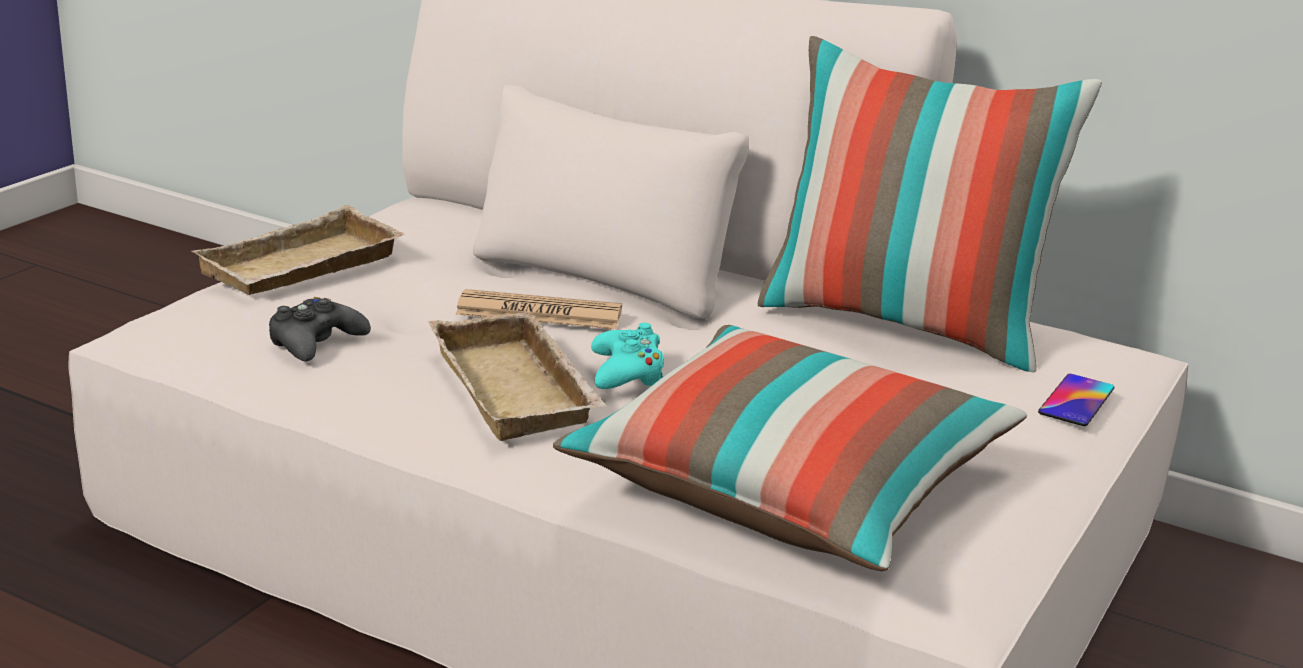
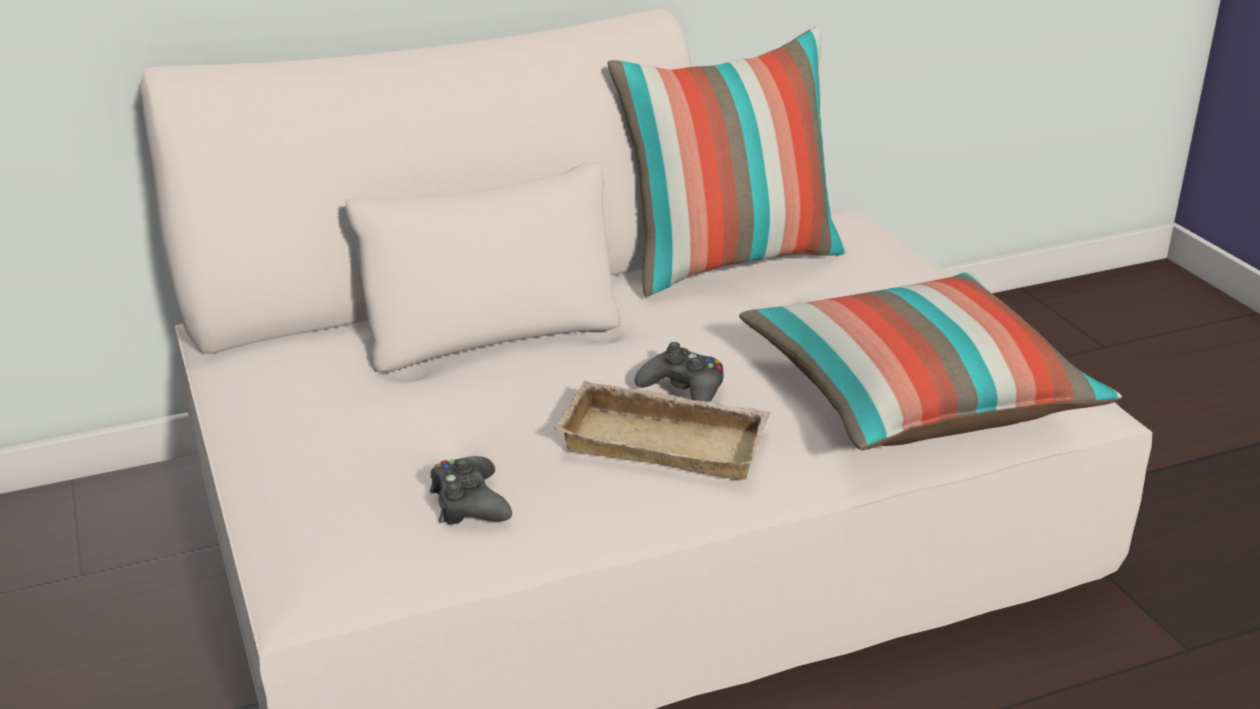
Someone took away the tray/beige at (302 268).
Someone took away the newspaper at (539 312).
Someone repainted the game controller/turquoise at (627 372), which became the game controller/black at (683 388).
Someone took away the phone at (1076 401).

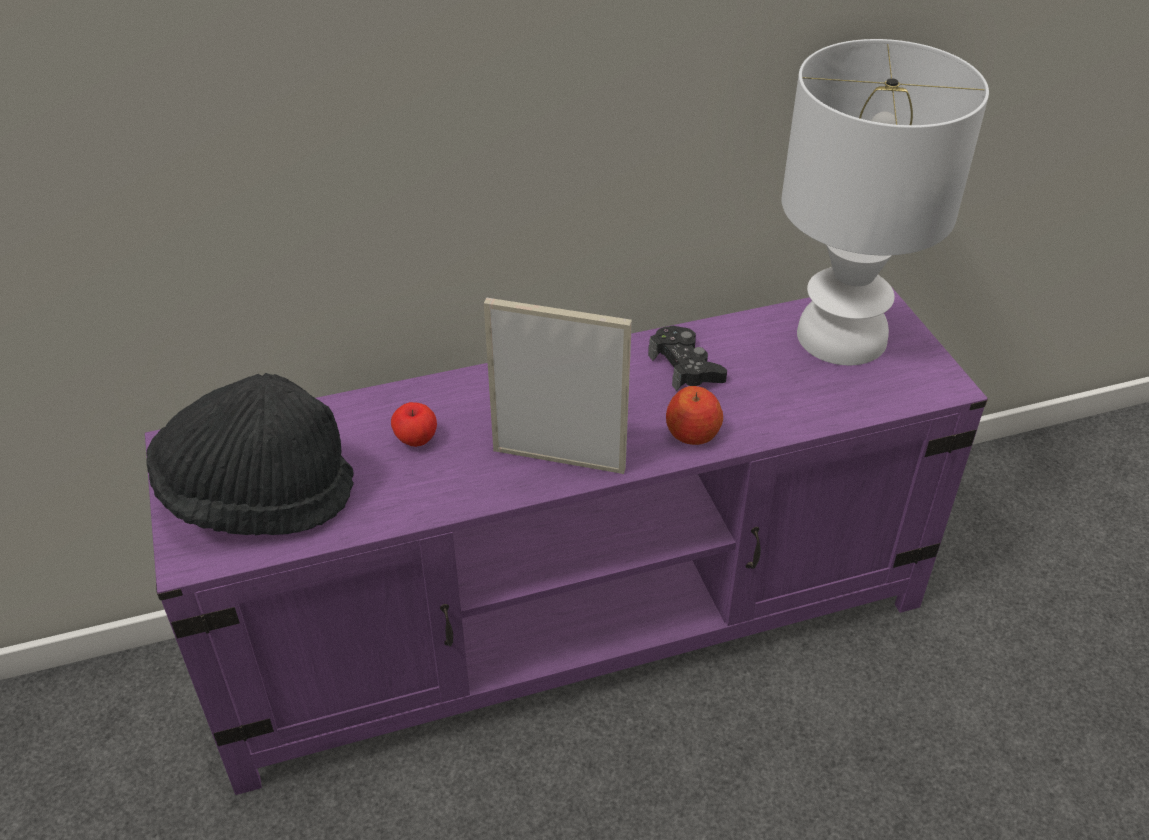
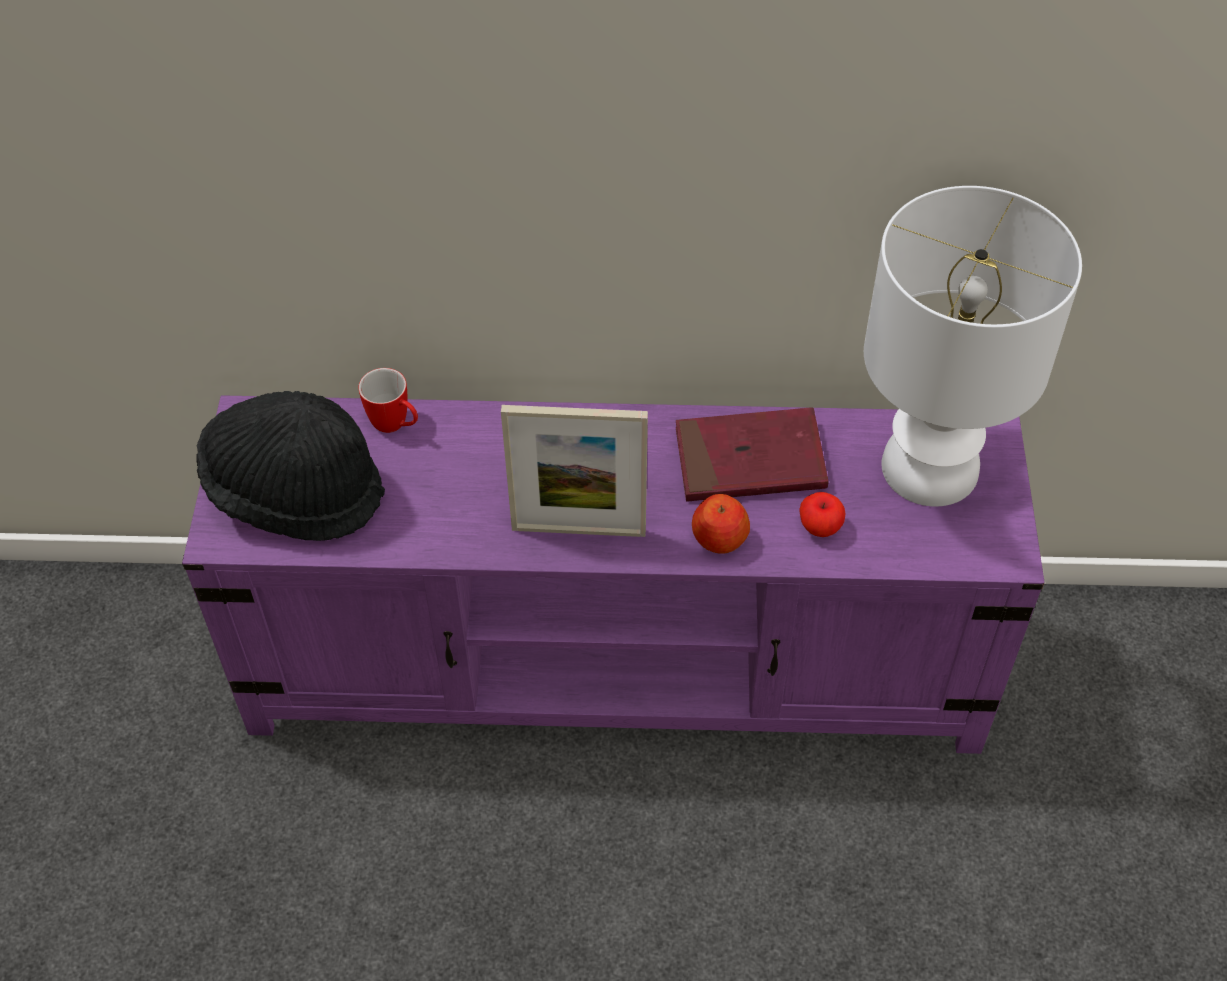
Someone carried the apple from (416 440) to (820 527).
Someone rotated the picture frame at (559 459) by 150 degrees clockwise.
Someone swapped the game controller/black at (686 367) for the book/red at (750 460).
Someone put down the mug at (396 426).

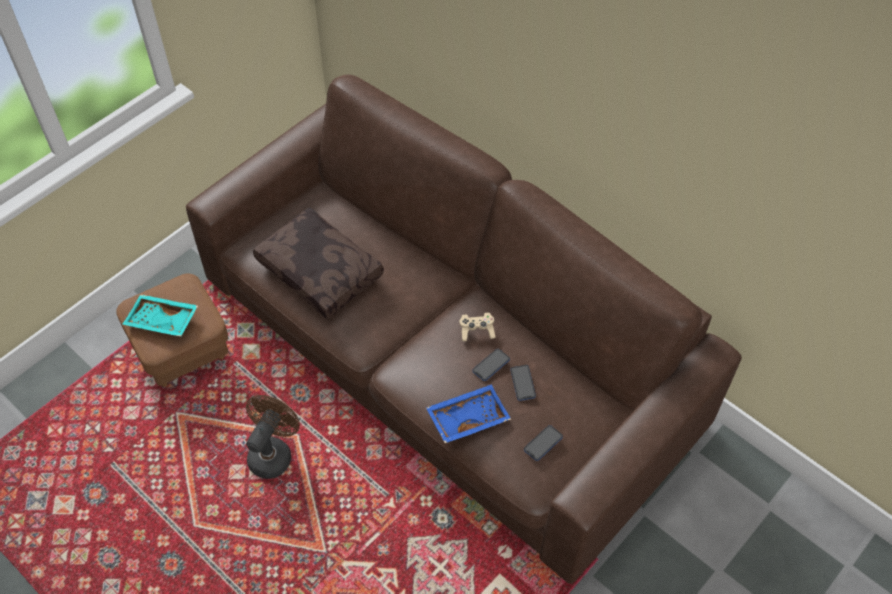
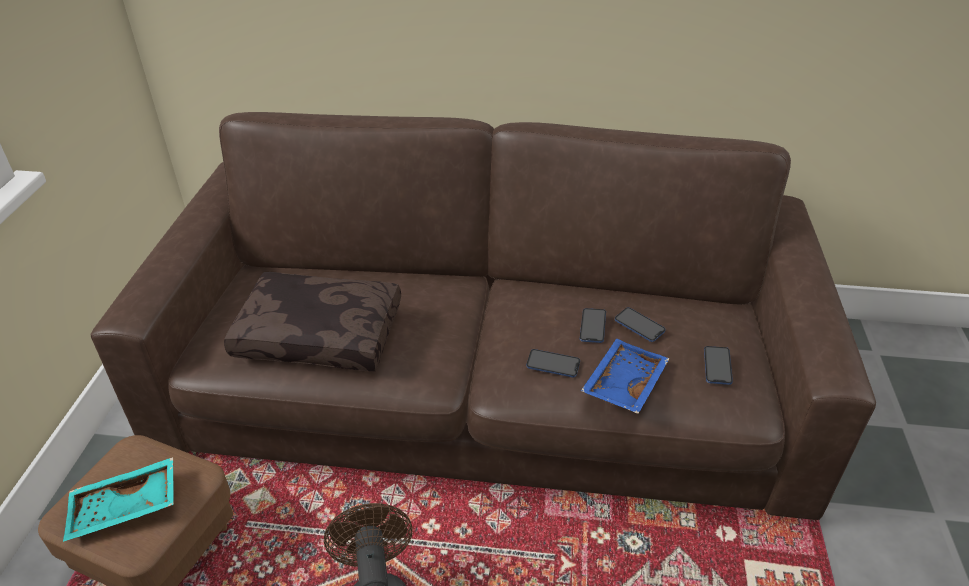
Someone took away the game controller/beige at (477 331).
Someone put down the phone at (553 364).

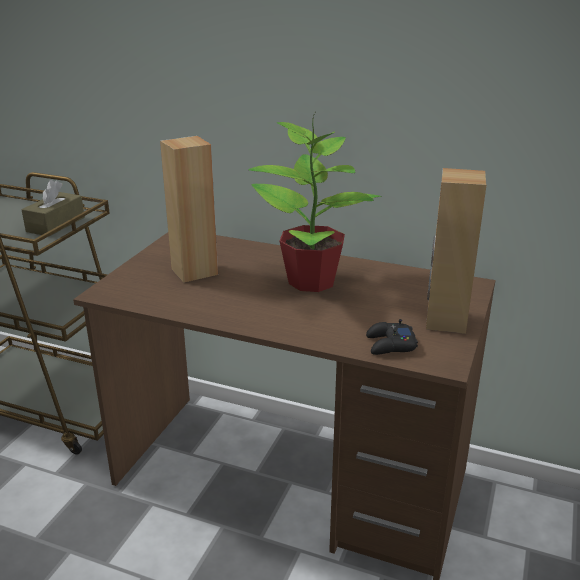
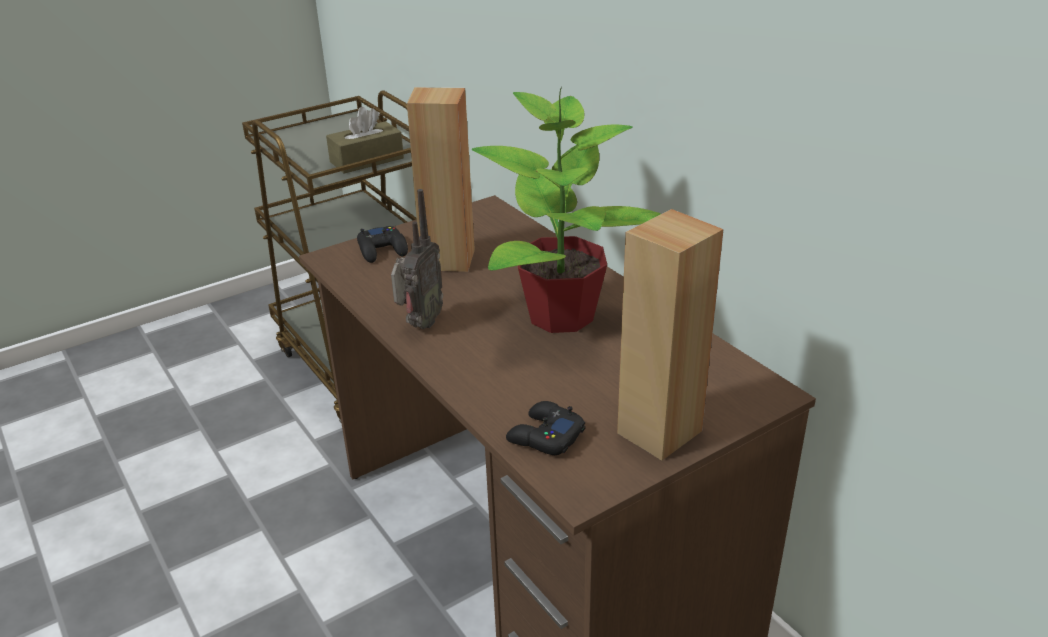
Someone put down the game controller/black at (383 250).
Someone put down the radio at (419 324).

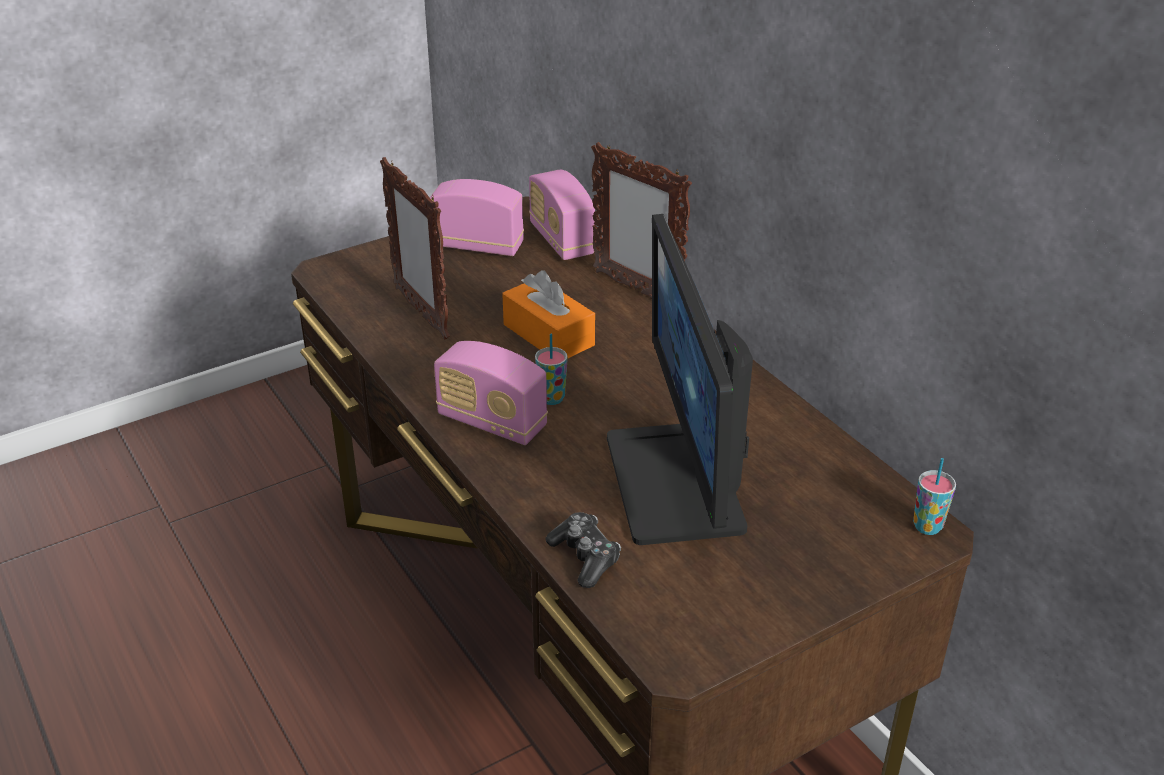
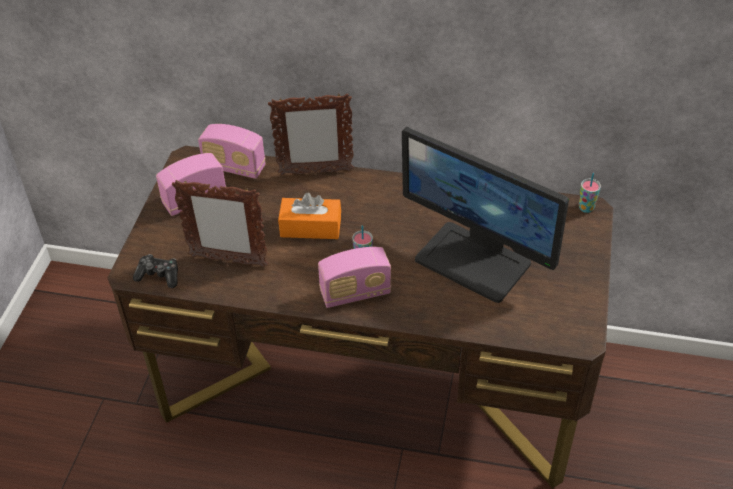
Someone carried the game controller from (585 557) to (159 275).

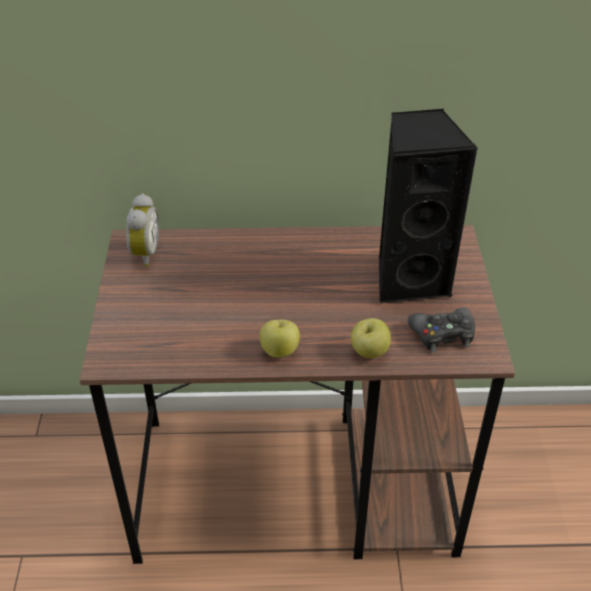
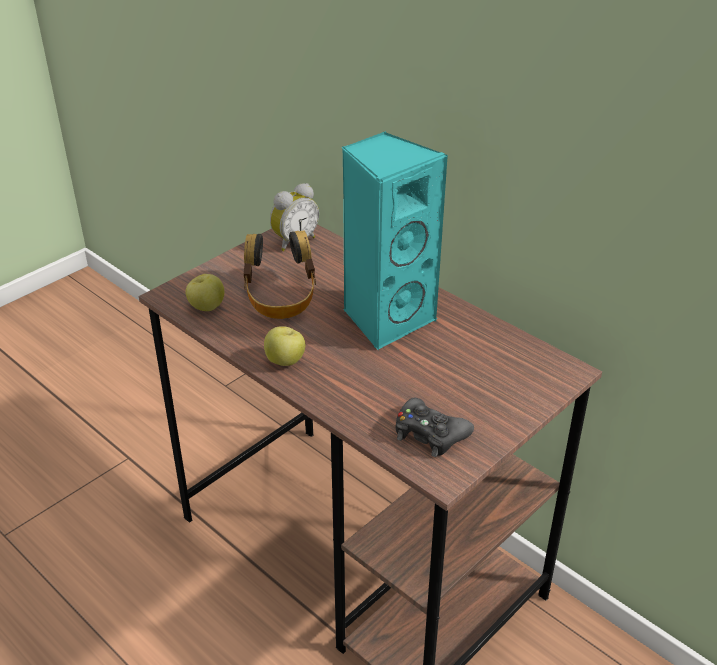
Someone carried the apple from (369 352) to (206 307).
Someone took away the speaker/black at (409 279).
Someone put down the headphones at (280 297).
Someone put down the speaker/turquoise at (386 318).

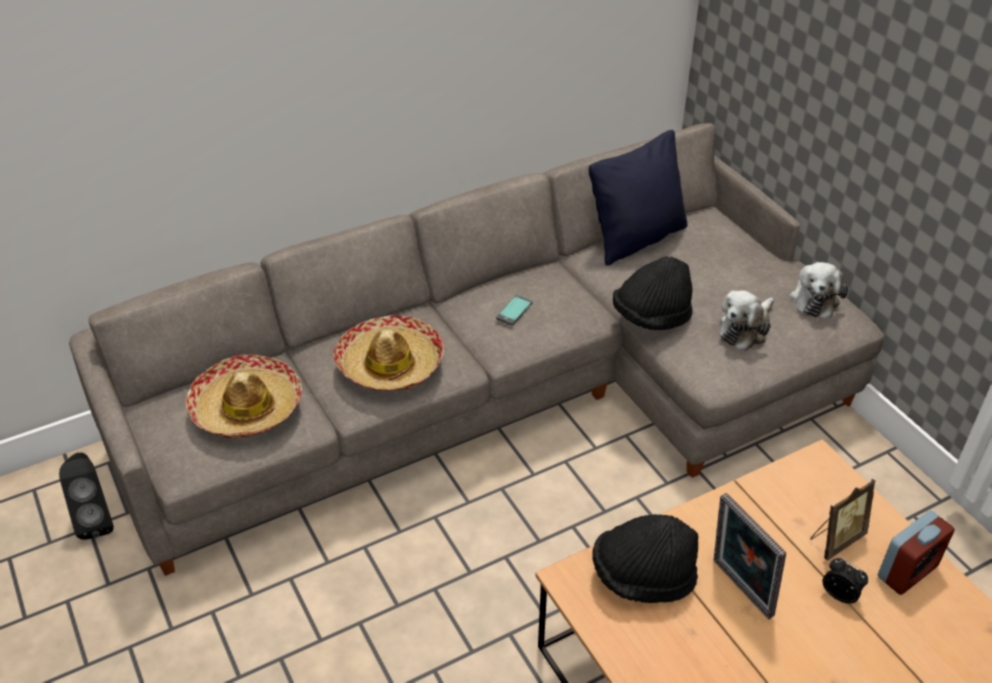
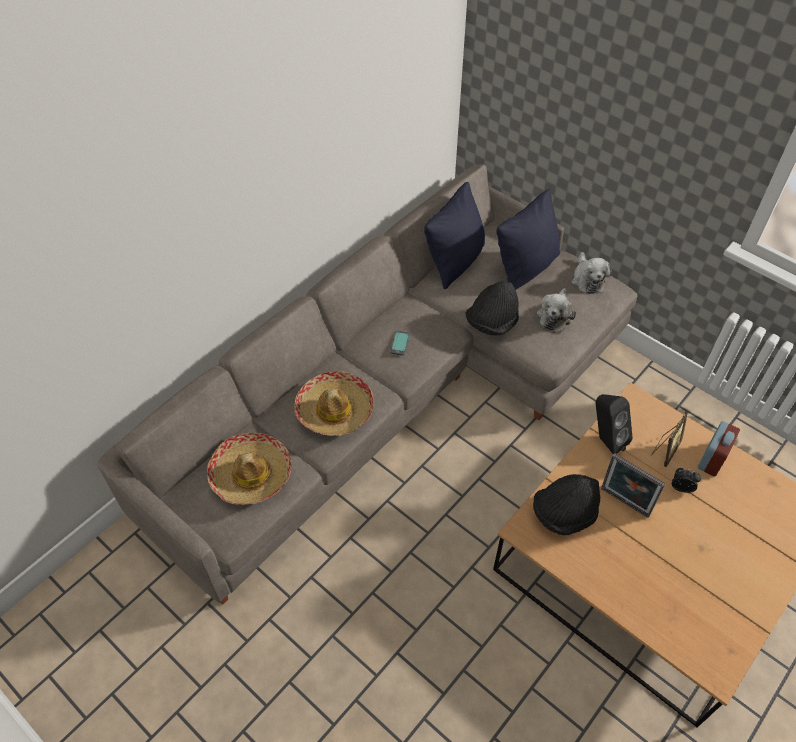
Someone carried the speaker/black from (97 520) to (605 439).
Someone put down the pillow/black at (526 268).

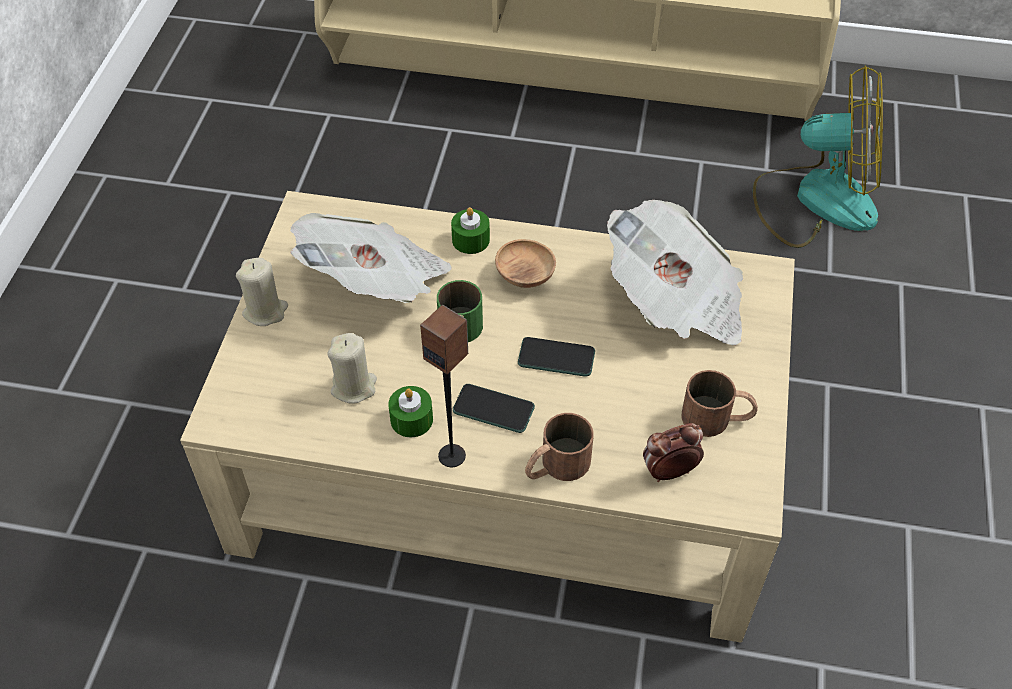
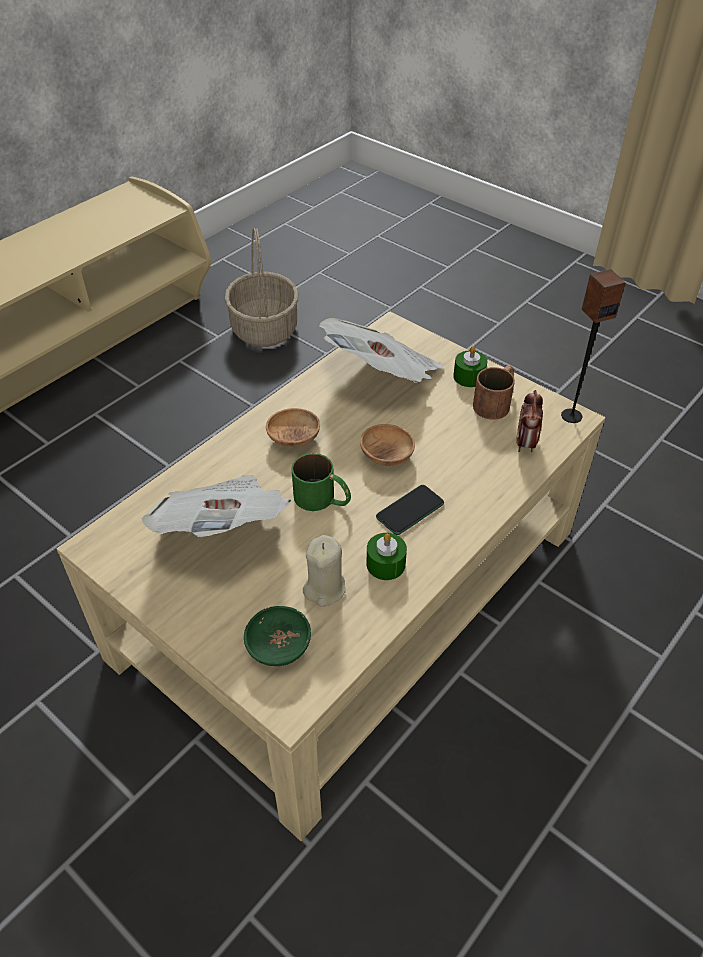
Someone took away the candle/beige at (265 311).
Someone carried the speaker from (452 455) to (571 415).
Someone carried the candle/green from (470 240) to (469 376).
Someone swapped the phone at (556 358) for the bowl/brown at (386 456).
Someone took away the mug/brown at (556 466).
Someone swapped the fan at (815 199) for the basket at (264 329).
Someone put down the bowl/green at (278 647).

